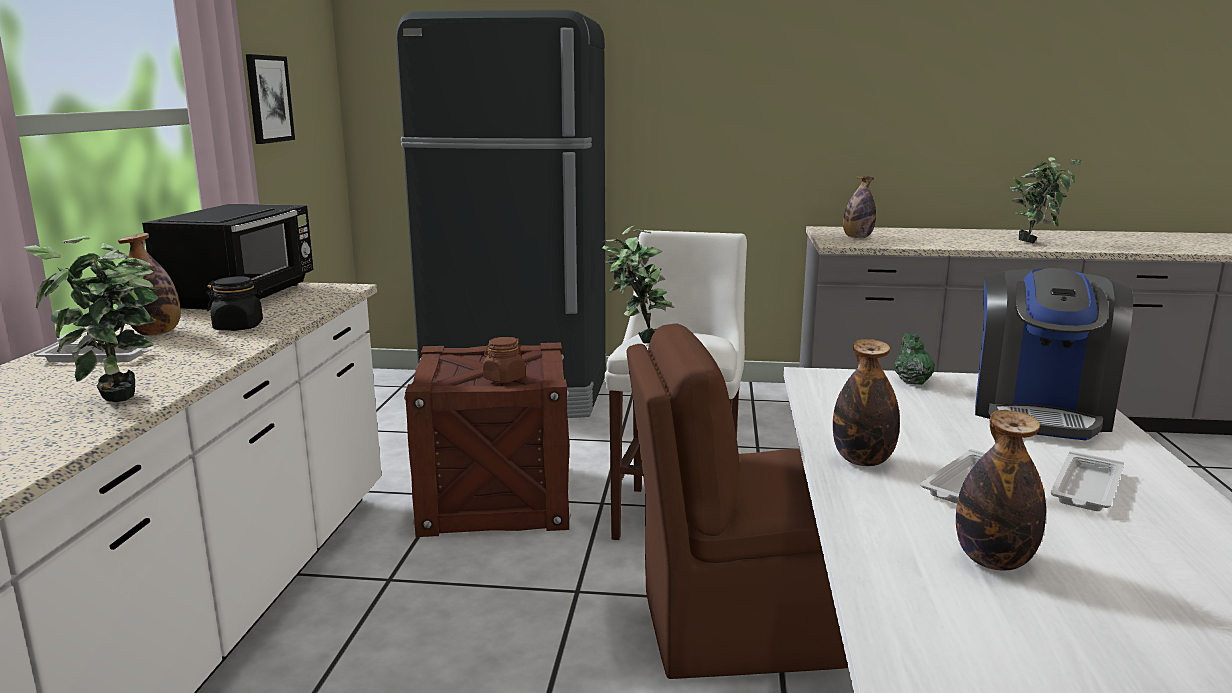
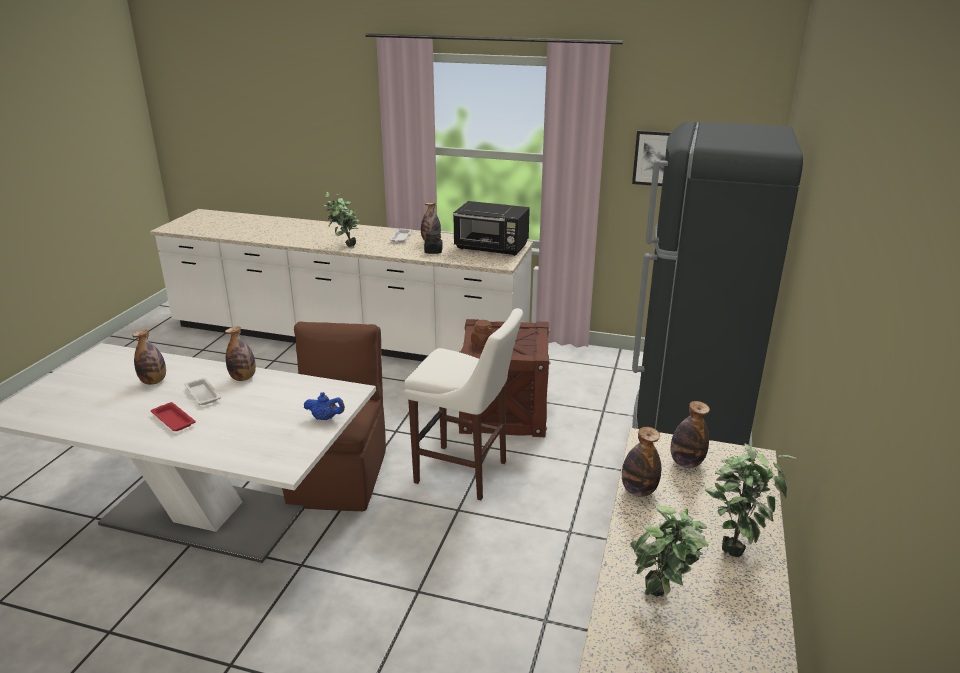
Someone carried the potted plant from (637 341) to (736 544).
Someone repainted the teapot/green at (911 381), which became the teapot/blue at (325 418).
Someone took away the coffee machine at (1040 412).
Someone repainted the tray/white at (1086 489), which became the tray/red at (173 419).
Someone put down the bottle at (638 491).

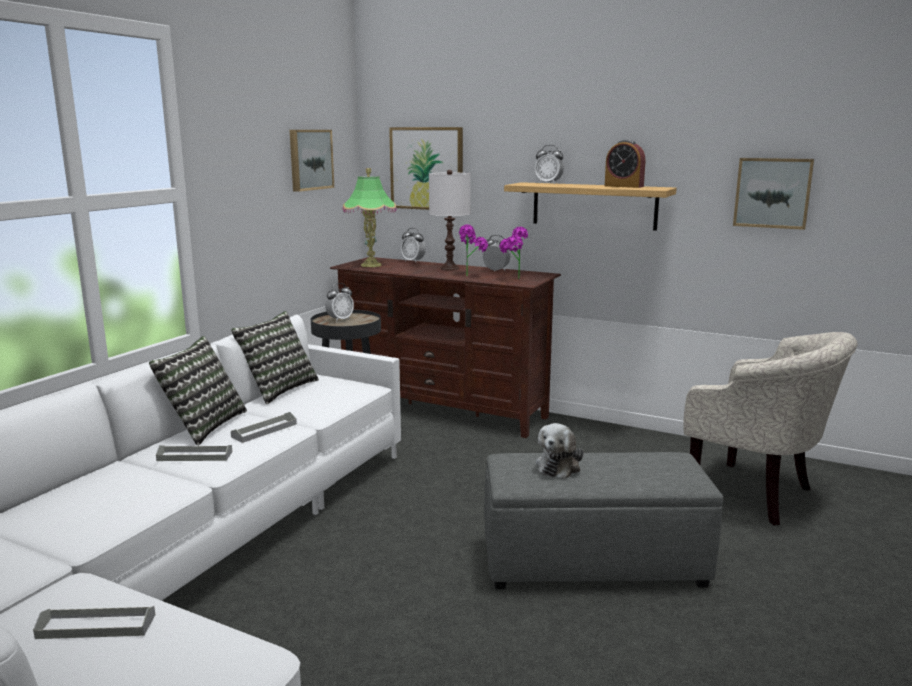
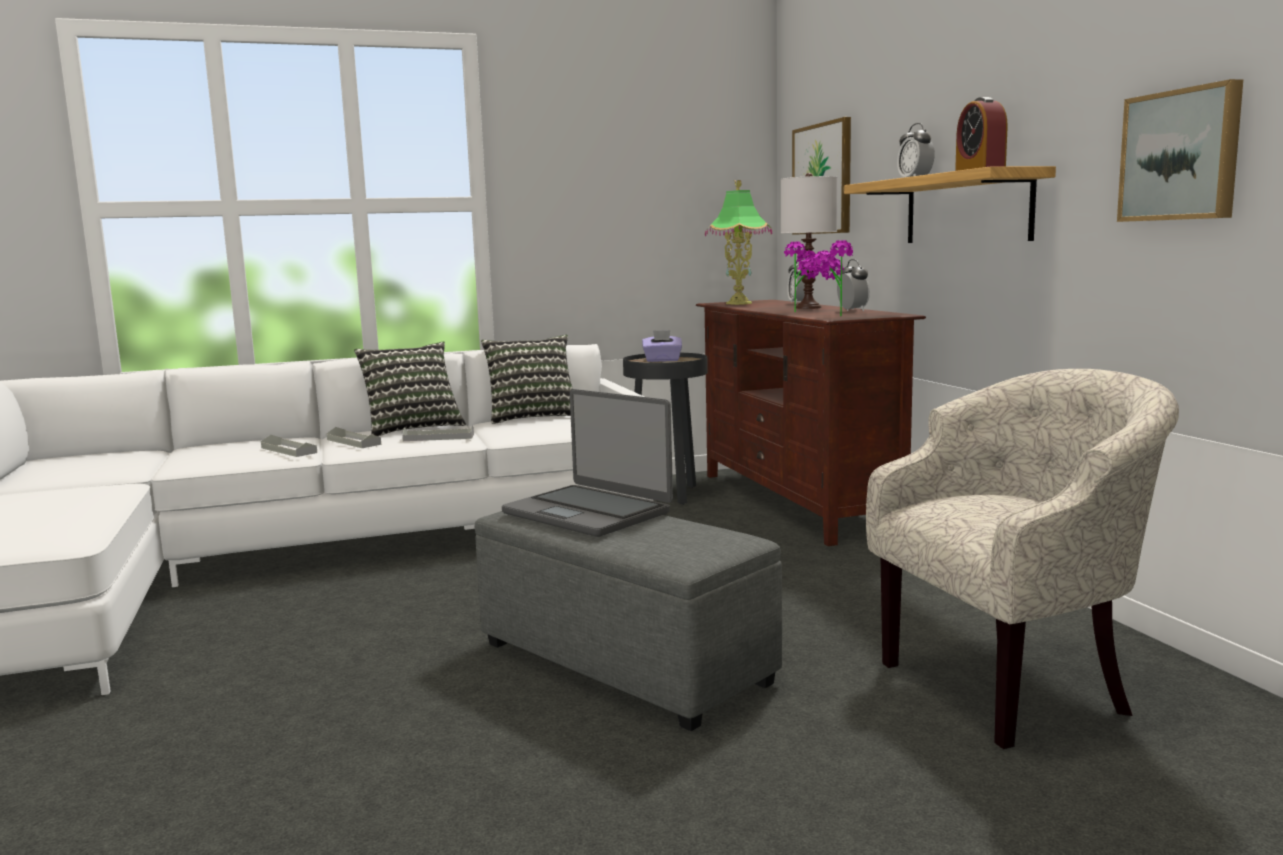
Someone carried the tray/grey from (96 626) to (289 450).
Someone took away the picture at (309 159).
Someone swapped the alarm clock at (340 320) for the tissue box/purple at (662 360).
Someone swapped the plush toy at (559 466) for the laptop at (588 512).
Someone rotated the armchair/beige at (757 495) by 105 degrees counterclockwise.

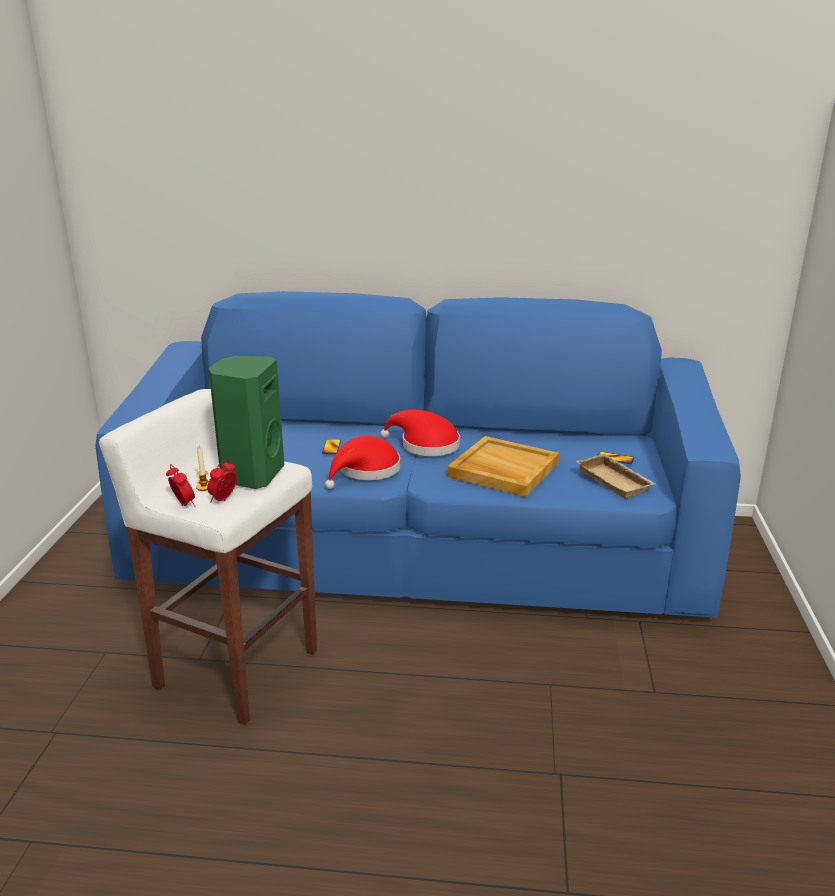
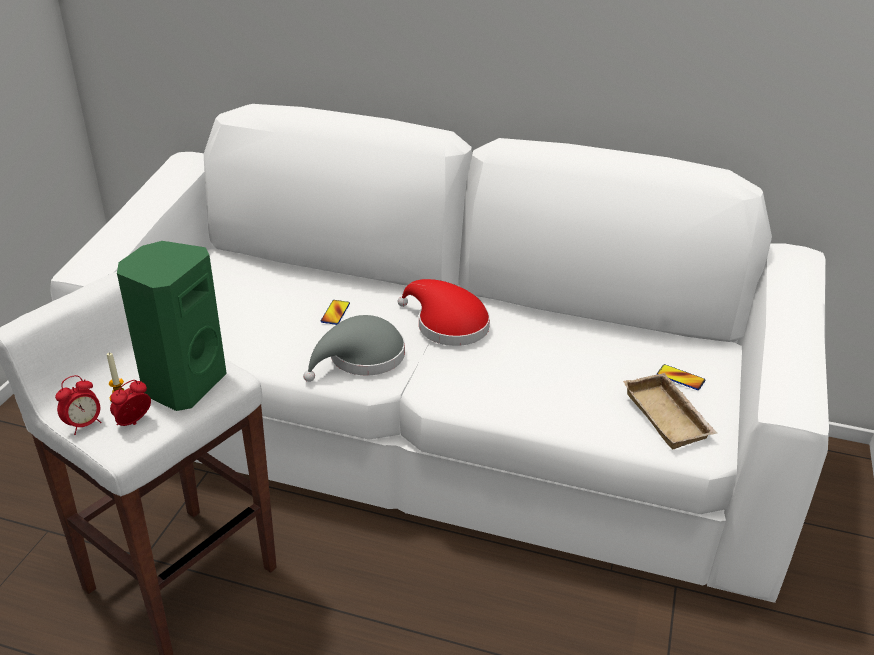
Someone repainted the sofa/blue at (419 550), which became the sofa/white at (437 438).
Someone rotated the alarm clock at (183 505) by 75 degrees clockwise.
Someone repainted the hat/red at (366 471), which became the hat/grey at (361 358).
Someone took away the tray/beige at (502 470).

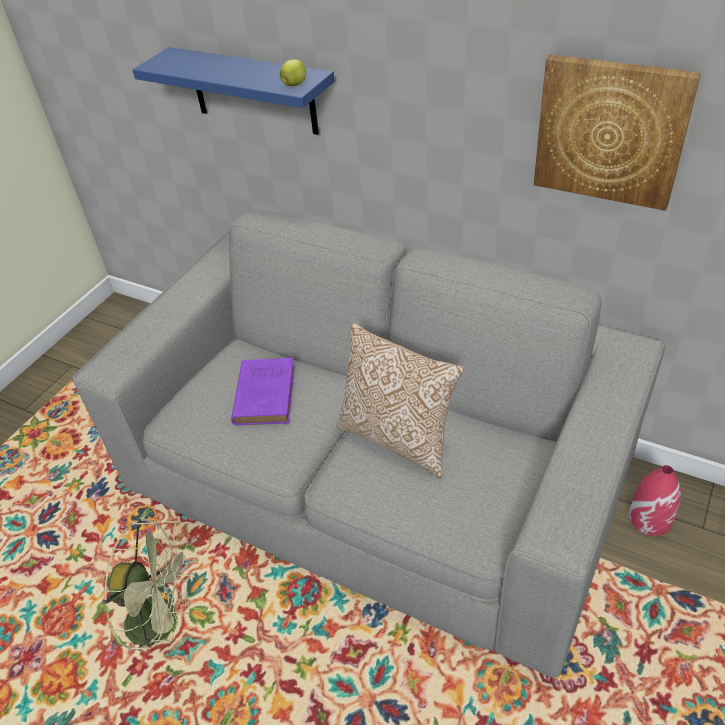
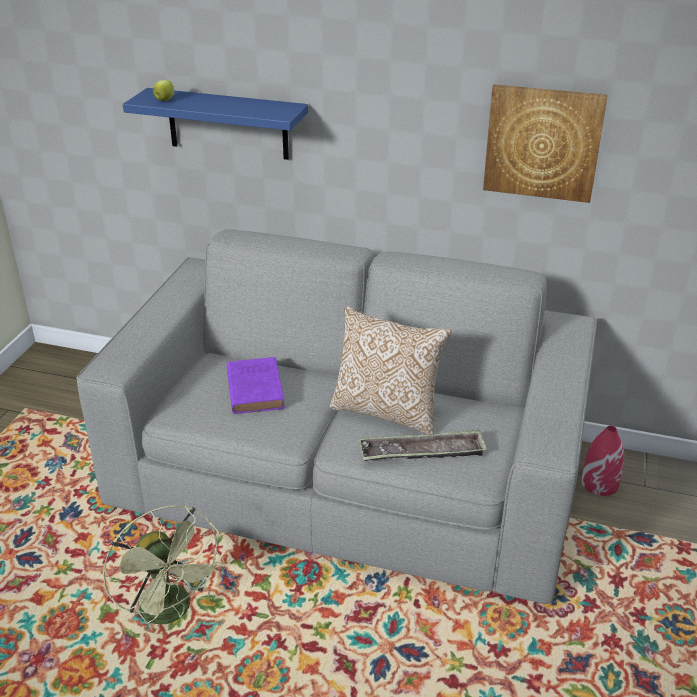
Someone rotated the fan/green at (164 621) by 60 degrees clockwise.
Someone carried the apple from (295 85) to (165 100).
Someone put down the tray at (422 452).

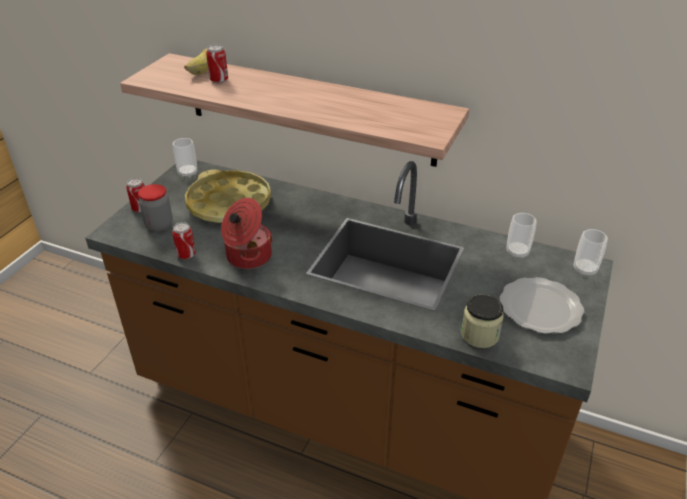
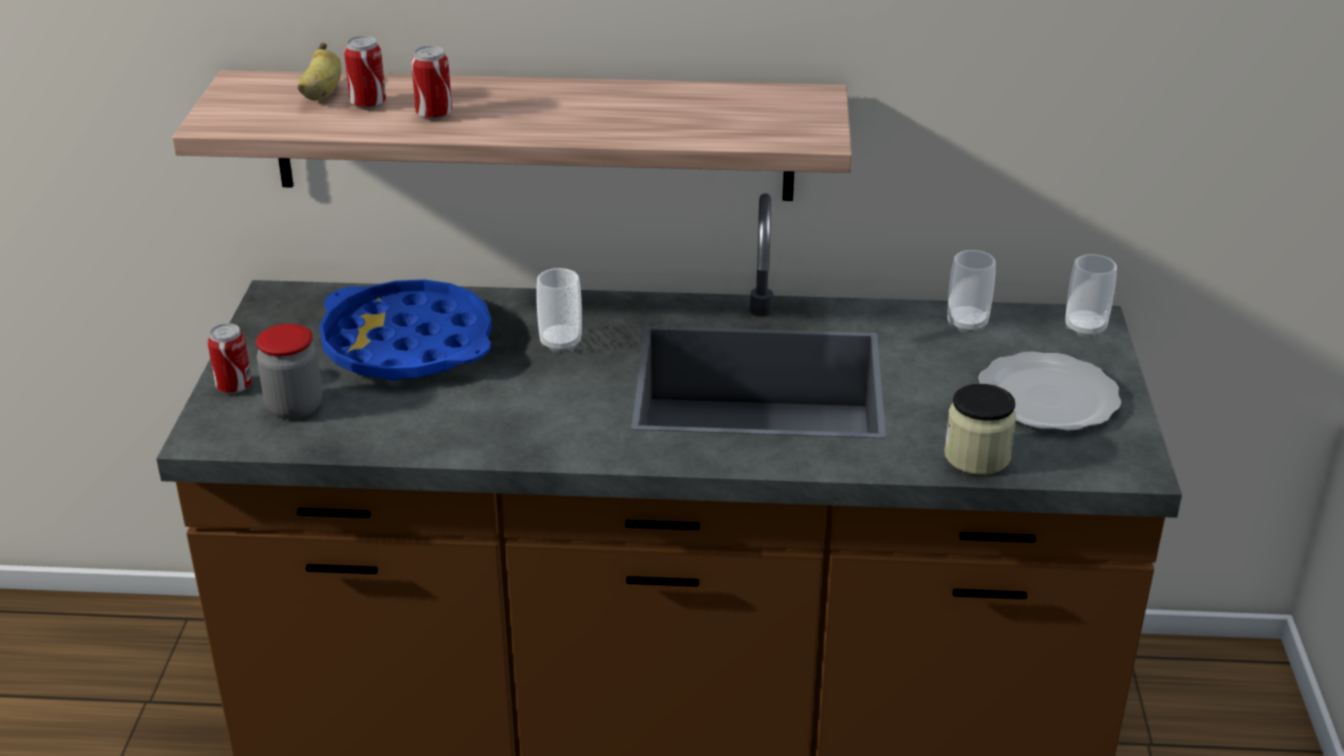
Someone carried the can from (186 255) to (434 115).
Someone carried the cup from (188 173) to (560 343).
Someone repainted the tray/yellow at (229 204), which became the tray/blue at (407 344).
Someone took away the cooking pot at (247 256).

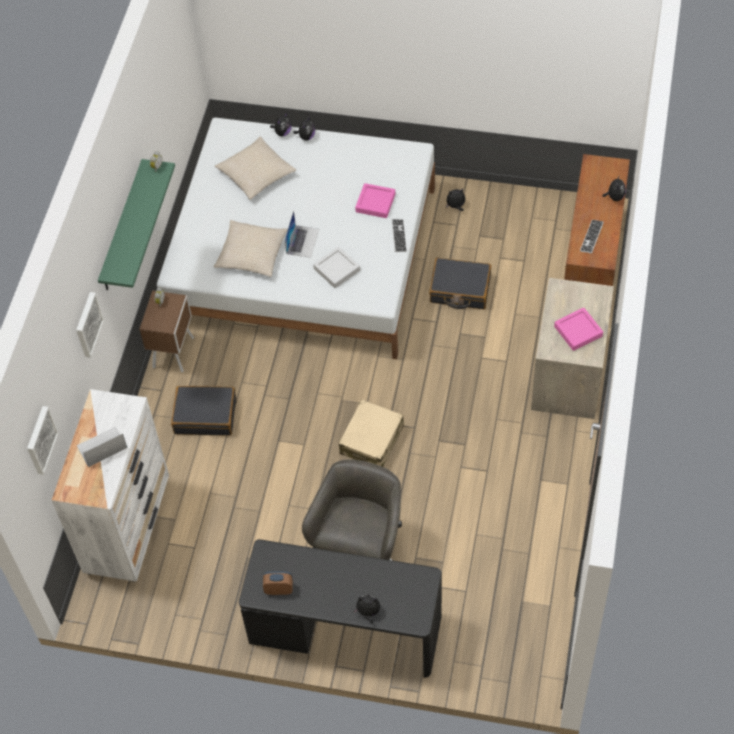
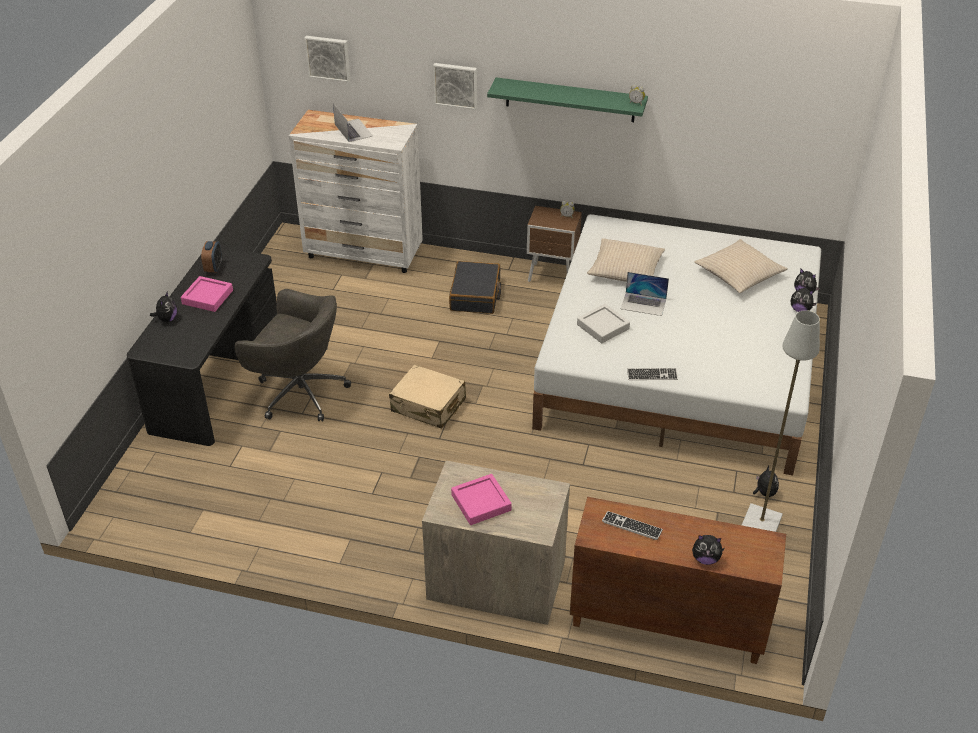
Someone carried the tray/pink from (375 203) to (207 297).
Someone took away the suitcase/black at (460 290).
Someone put down the floor lamp/grey at (762 523).

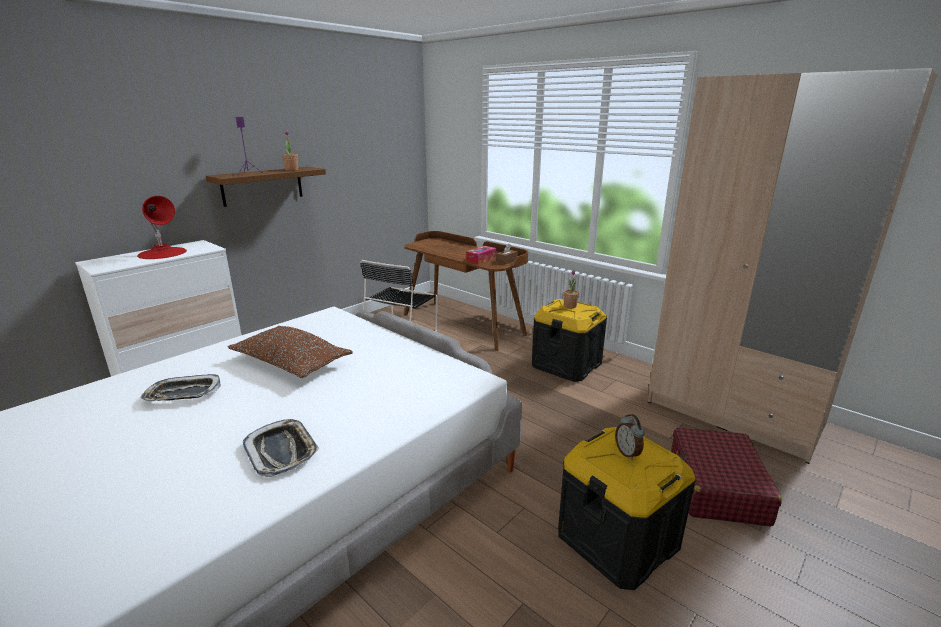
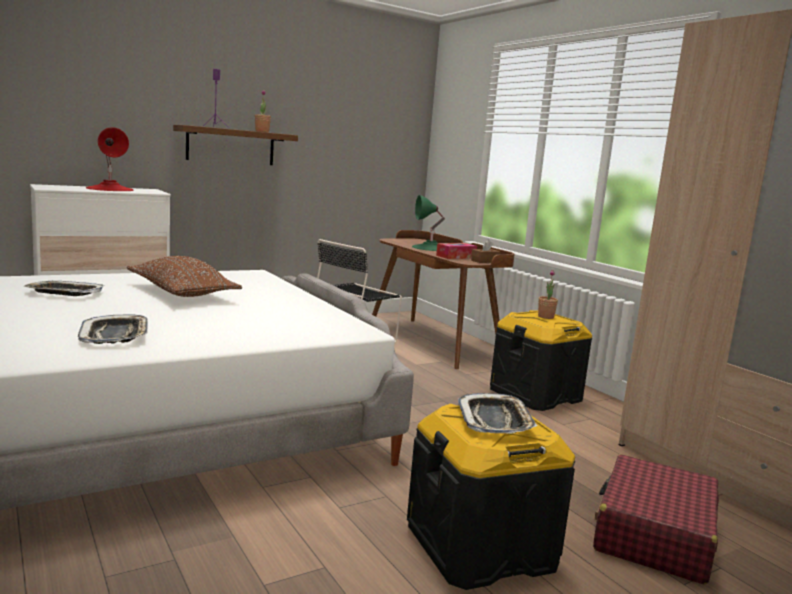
Someone swapped the alarm clock at (628 453) for the tray at (495 420).
Someone put down the table lamp/green at (430 248).

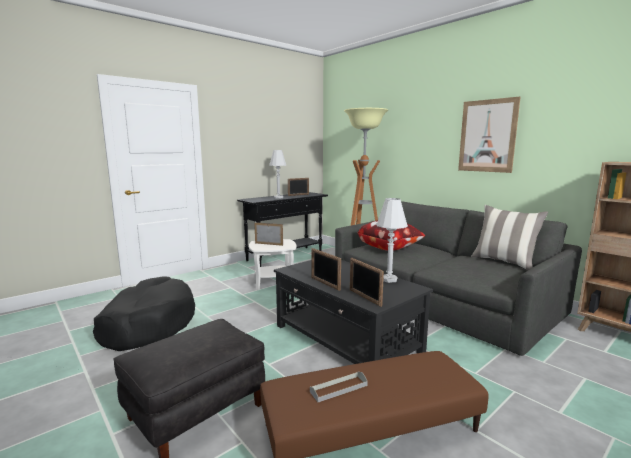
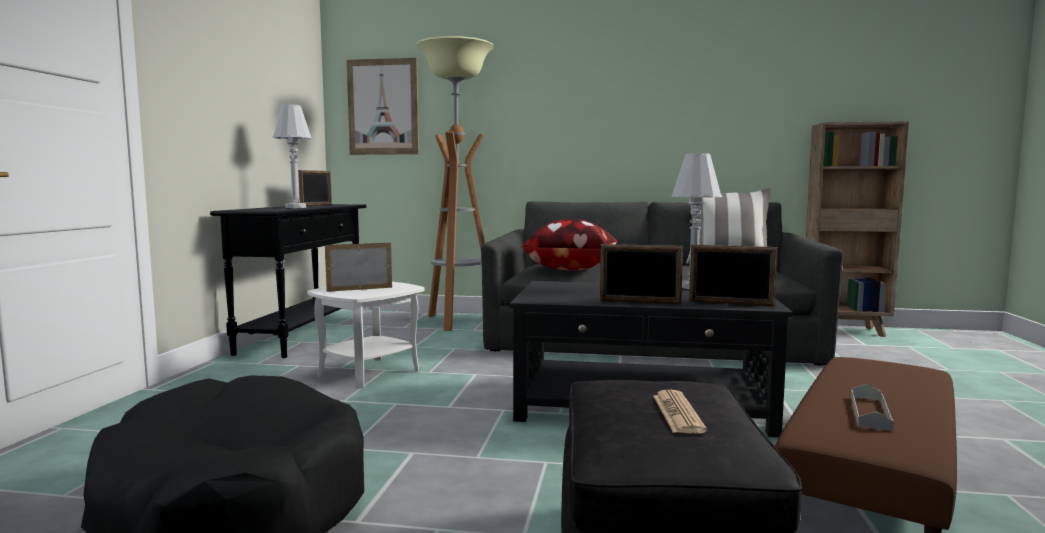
Someone carried the picture from (487 136) to (383 107).
Someone put down the newspaper at (677 413).

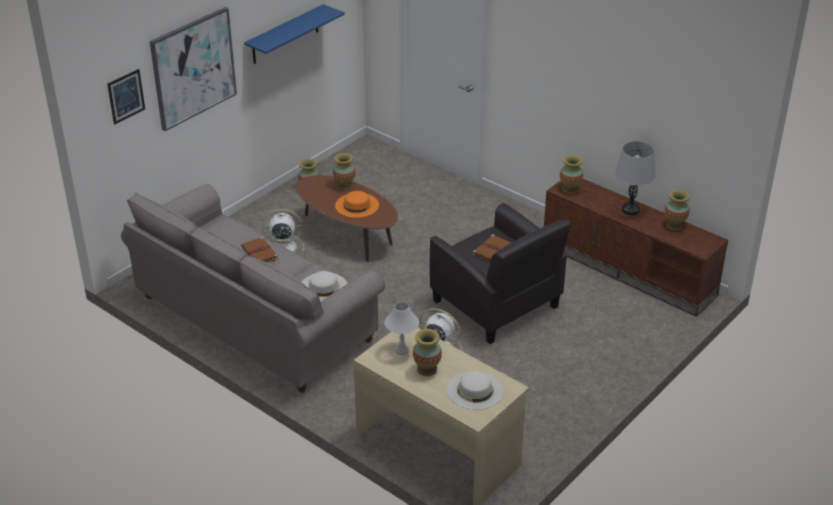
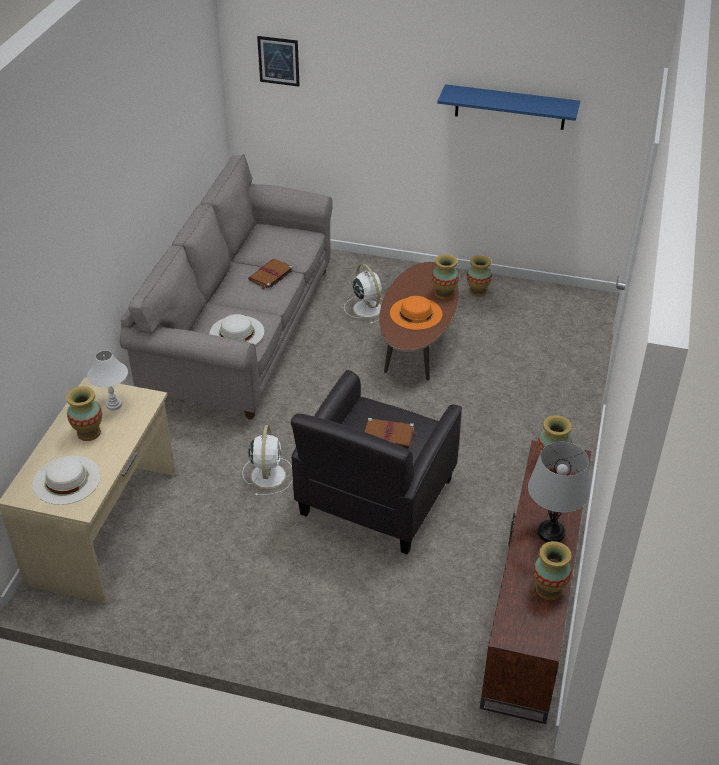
Someone took away the picture at (193 68).

